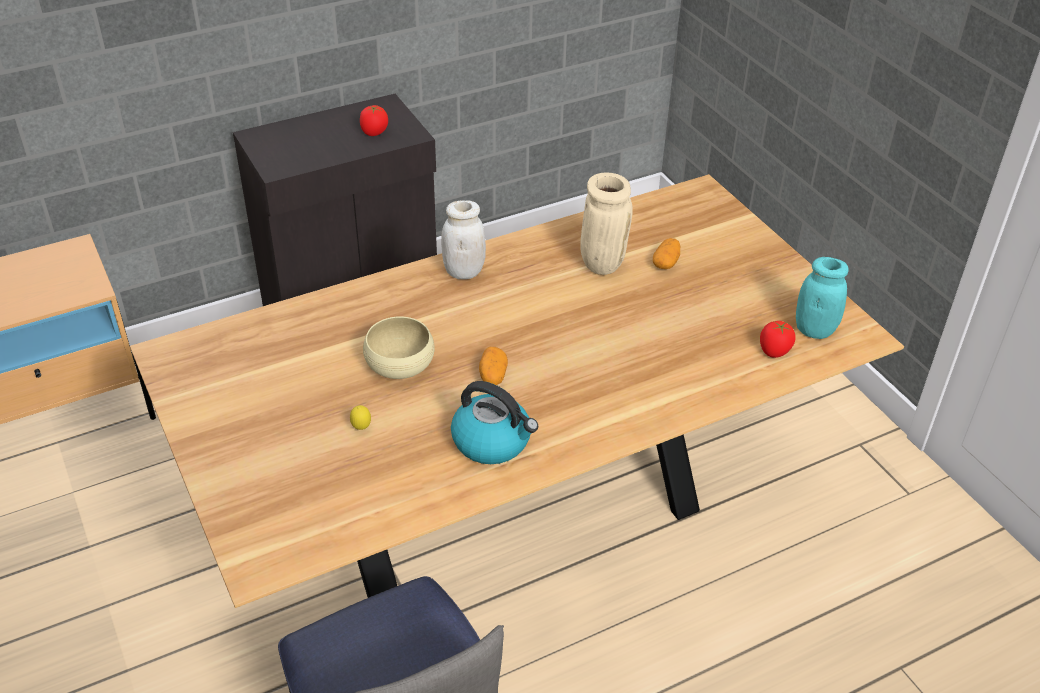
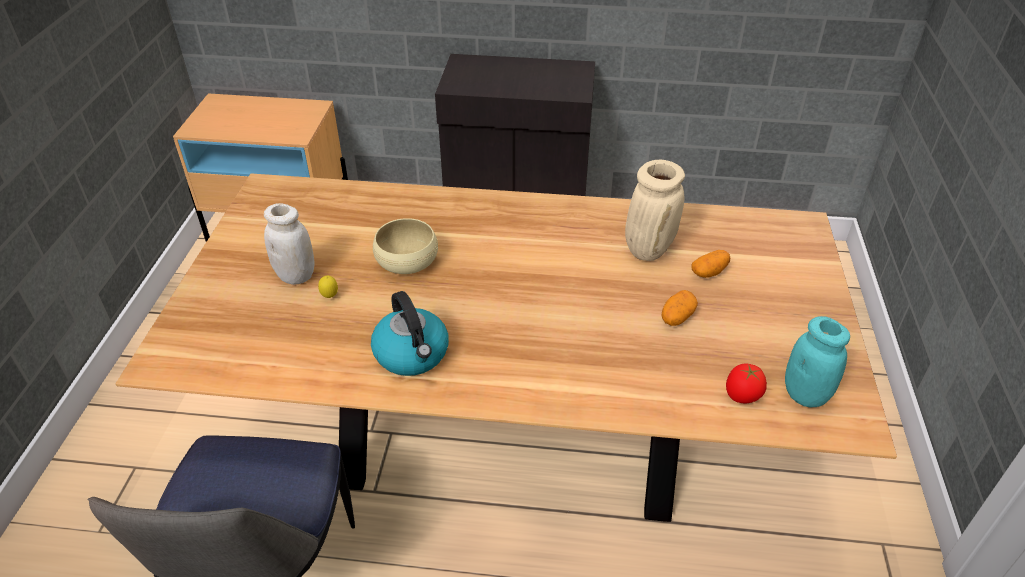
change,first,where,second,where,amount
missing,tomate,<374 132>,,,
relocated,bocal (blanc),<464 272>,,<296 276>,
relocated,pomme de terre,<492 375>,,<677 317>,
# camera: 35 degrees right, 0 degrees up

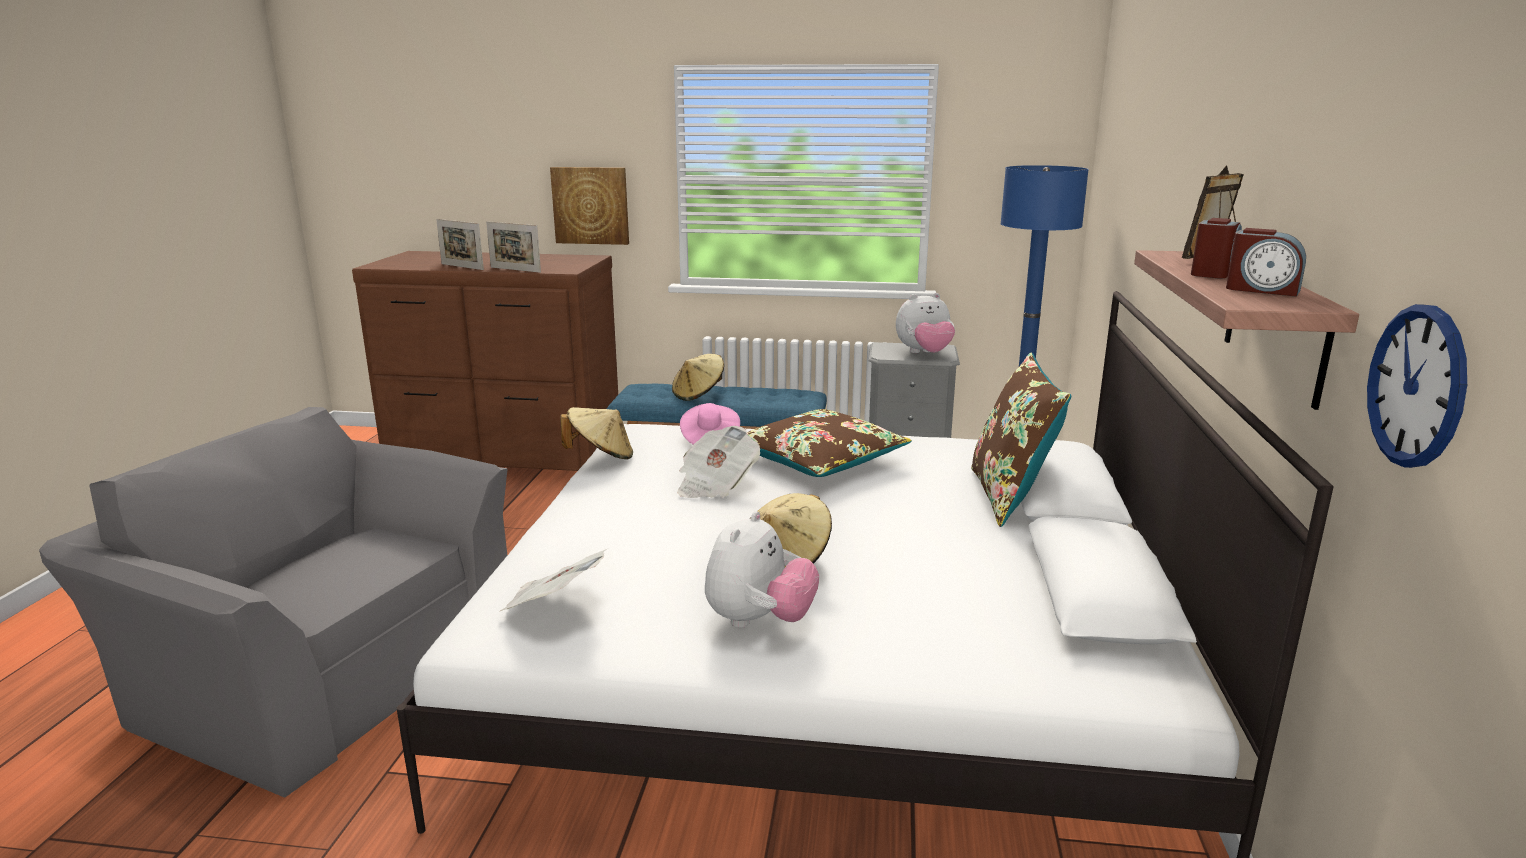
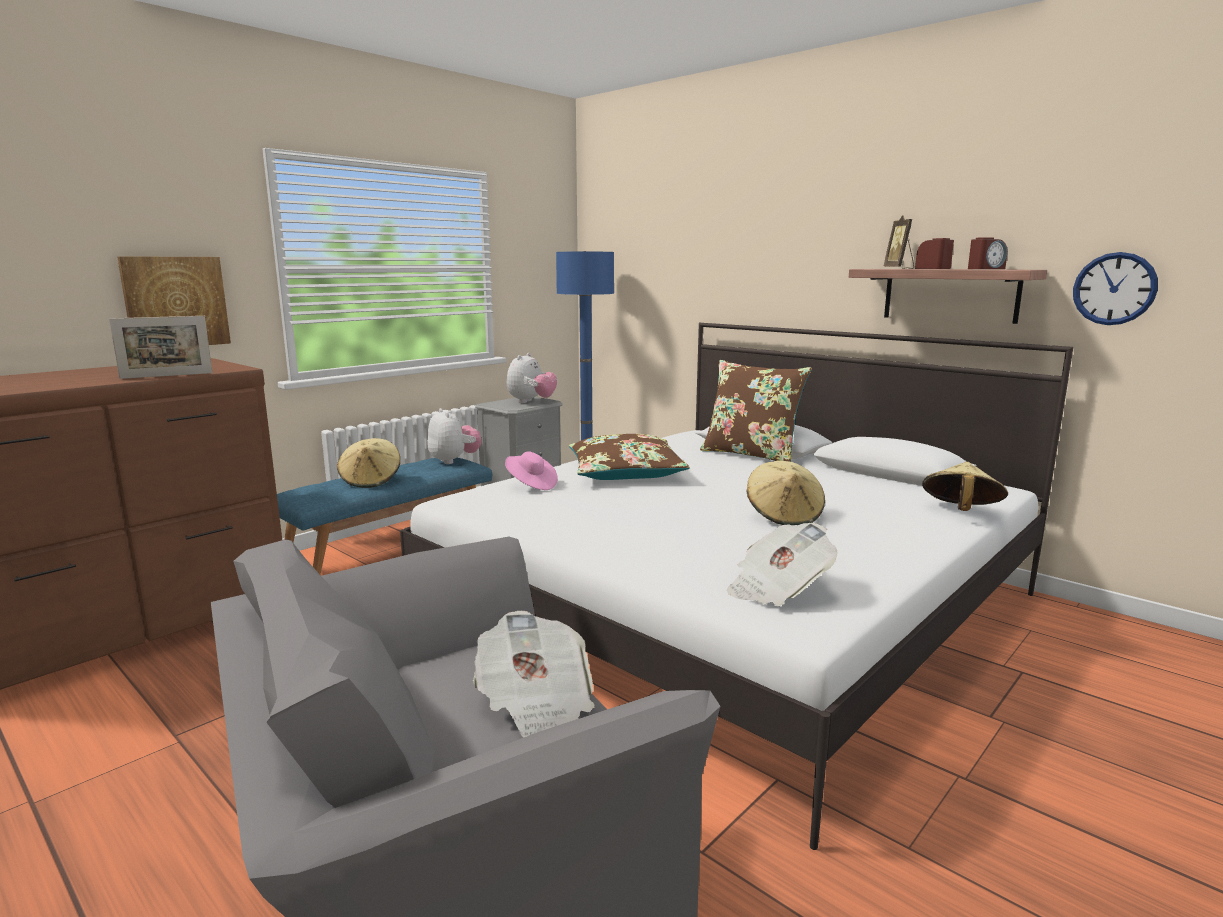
change,first,where,second,where,amount
missing,cadre photo,<462 267>,,,
relocated,chapeau (beige),<601 456>,,<960 512>,
relocated,journal,<715 485>,,<535 703>,
relocated,peluche,<759 621>,,<454 461>,
# camera: 55 degrees left, 5 degrees down

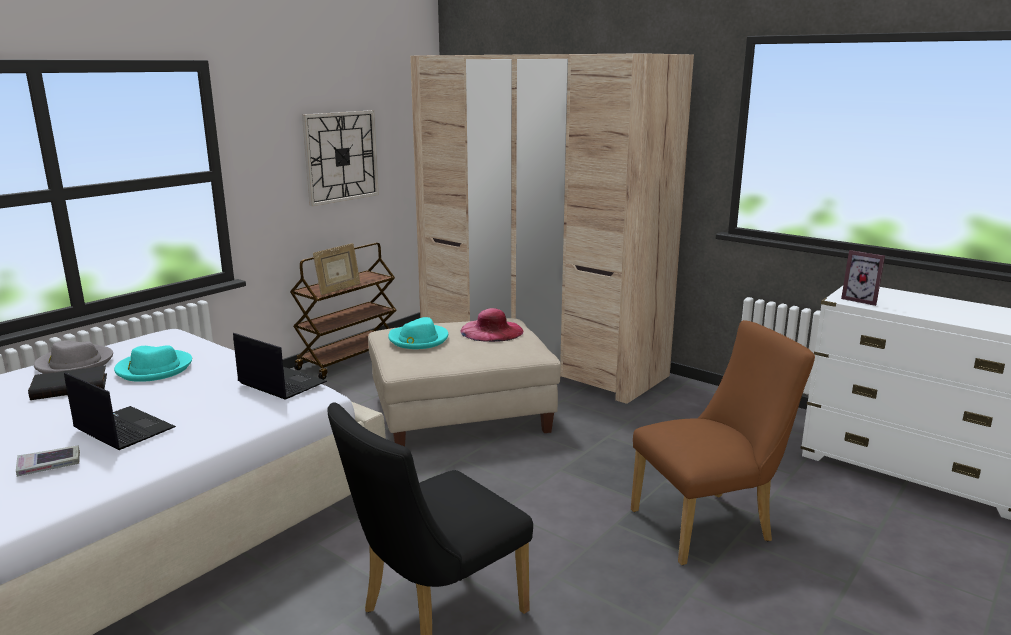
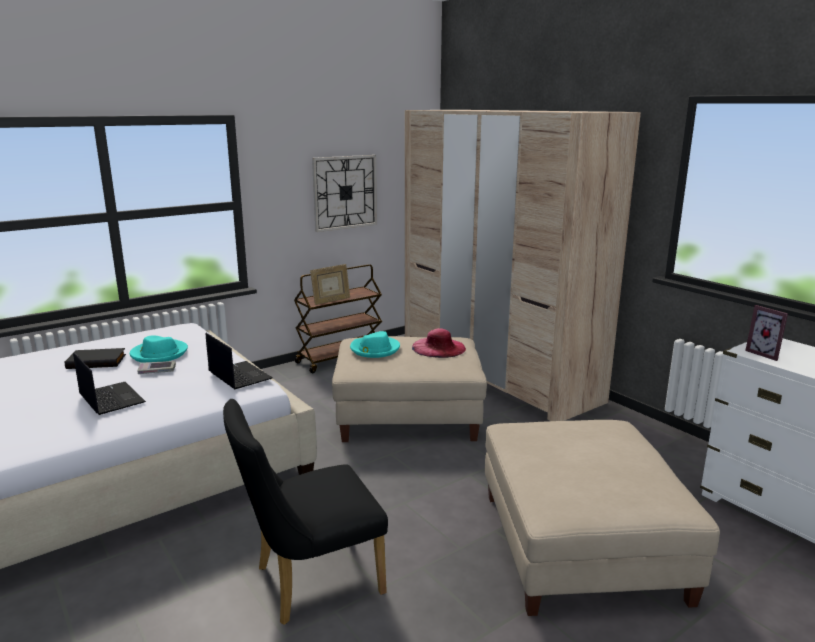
change,first,where,second,where,amount
relocated,livre,<49 465>,,<157 370>,
missing,chapeau (gris),<75 363>,,,
exchanged,chaise (marron),<709 525>,pouf (beige),<580 545>,
# camera: 15 degrees right, 0 degrees up

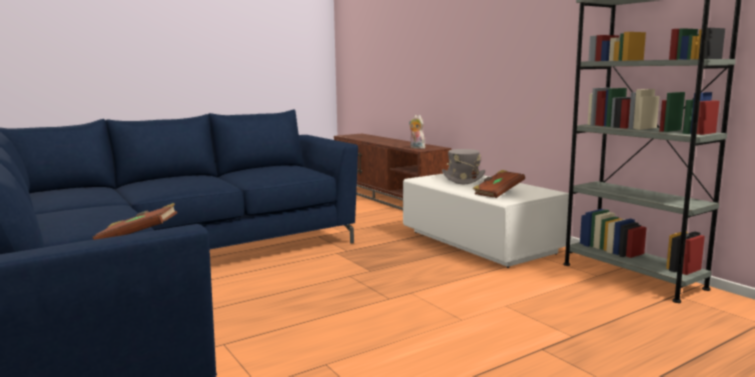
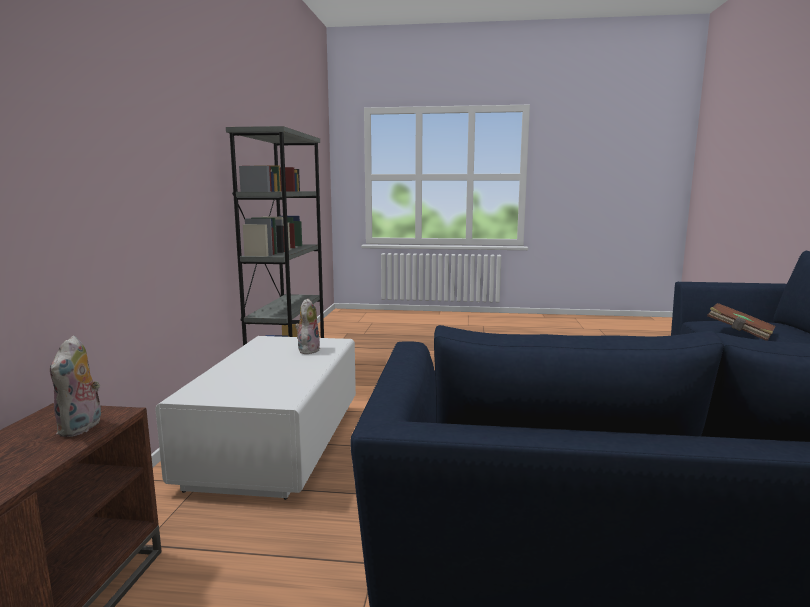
change,first,where,second,where,amount
missing,chapeau (gris),<463 179>,,,
exchanged,livre (marron),<498 193>,peluche,<308 350>,
# camera: 140 degrees left, 0 degrees up

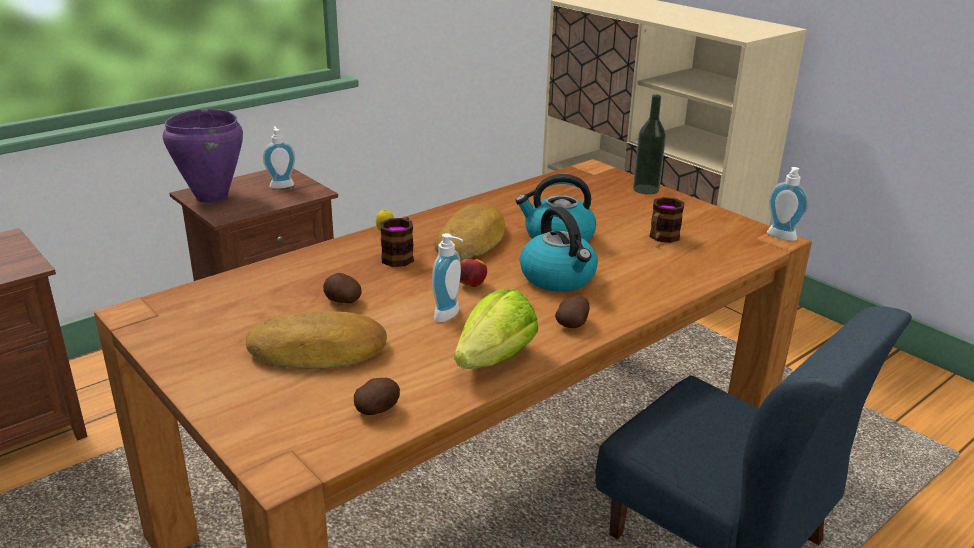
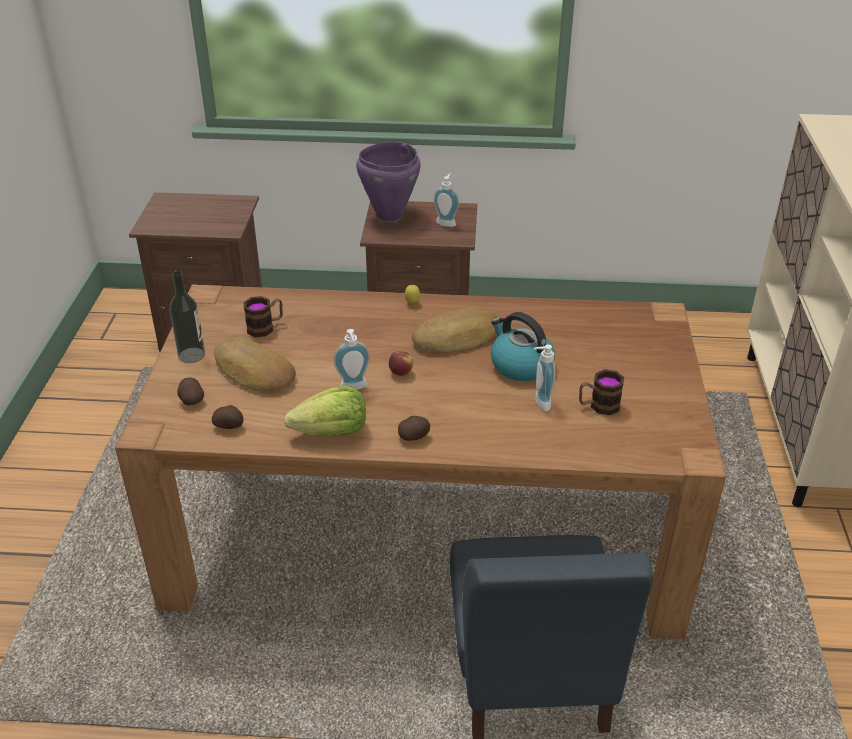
change,first,where,second,where,amount
relocated,pomme de terre,<342 301>,,<191 400>,
relocated,mug,<400 256>,,<265 327>,
missing,bouilloire,<559 278>,,,
relocated,bouteille,<646 189>,,<191 355>,
relocated,distributeur de savon,<780 237>,,<539 402>,
# camera: 45 degrees right, 10 degrees up

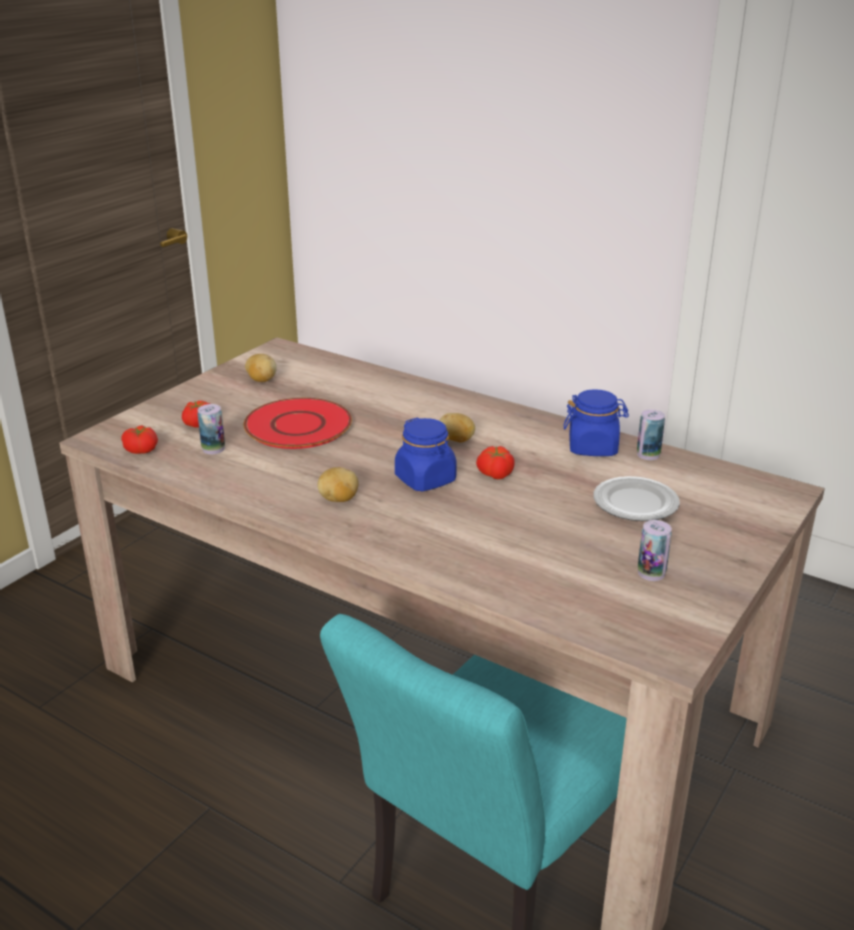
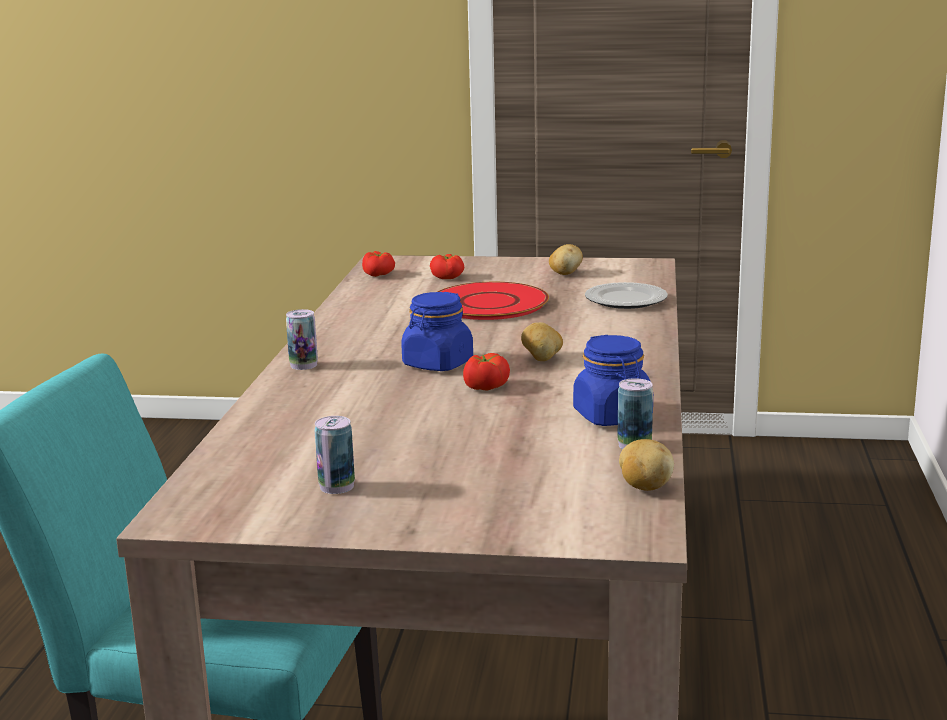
change,first,where,second,where,amount
relocated,boîte métallique,<213 449>,,<303 365>,
relocated,pomme de terre,<338 499>,,<644 487>,
relocated,assiette,<635 503>,,<626 300>,
# camera: 65 degrees right, 10 degrees down

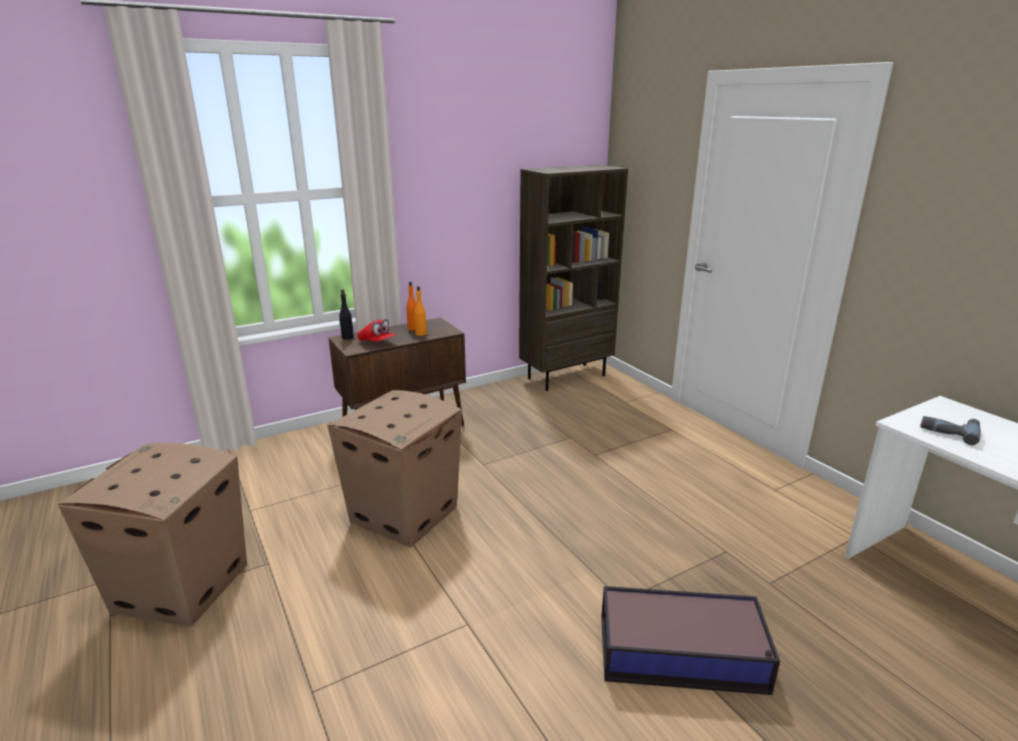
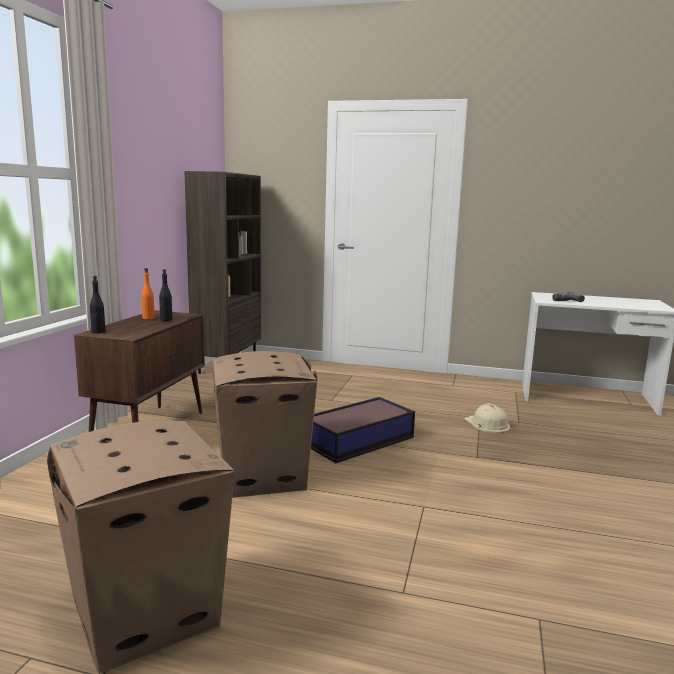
change,first,where,second,where,amount
missing,casquette (rouge),<377 342>,,,
colour,bouteille (orange),<420 334>,bouteille (noir),<166 319>,
relocated,boîte de rangement,<683 654>,,<360 440>,
appeared,,,casque de chantier (beige),<487 424>,
# camera: 45 degrees left, 10 degrees down

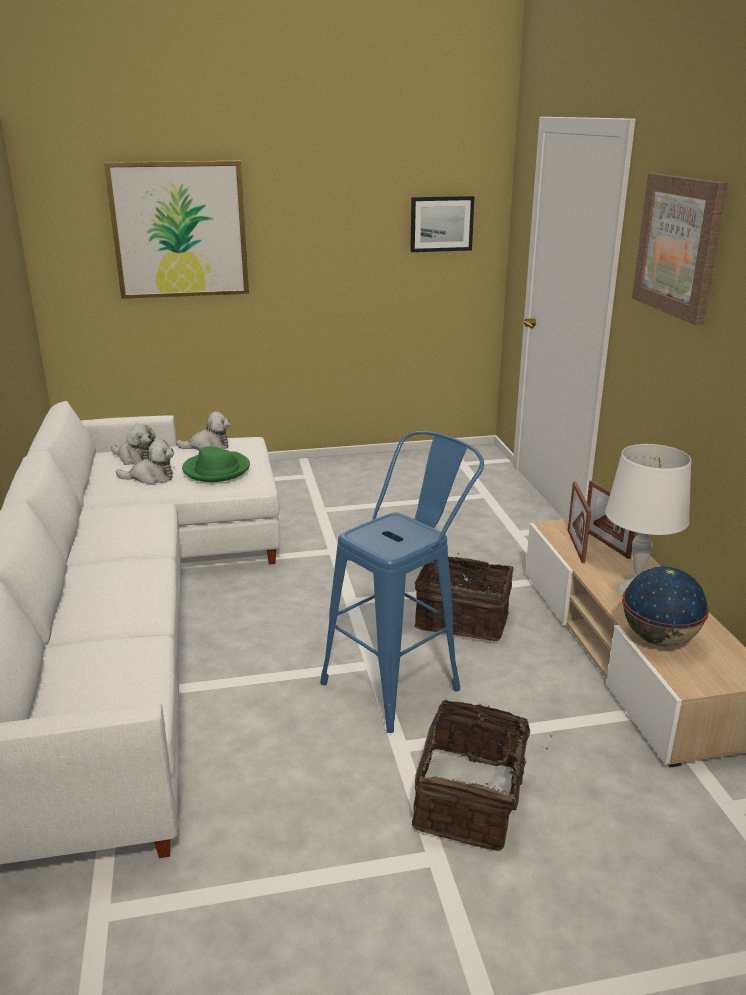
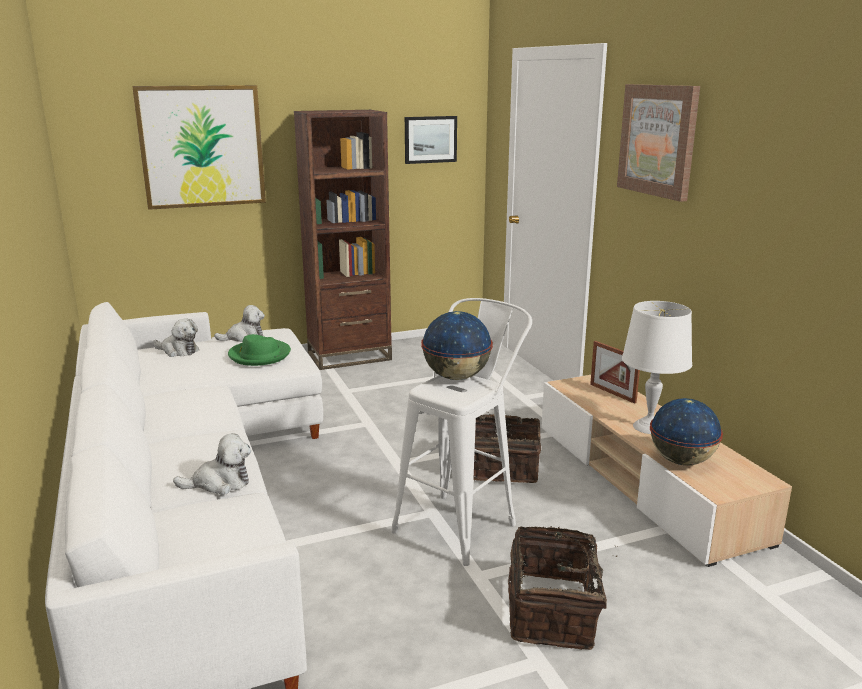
change,first,where,second,where,amount
relocated,peluche,<151 477>,,<220 483>,
colour,tabouret (bleu),<401 681>,tabouret (blanc),<462 523>,
missing,cadre photo,<575 546>,,,
appeared,,,bibliothèque (marron),<349 356>,
appeared,,,globe,<457 377>,
# camera: 10 degrees left, 5 degrees down

